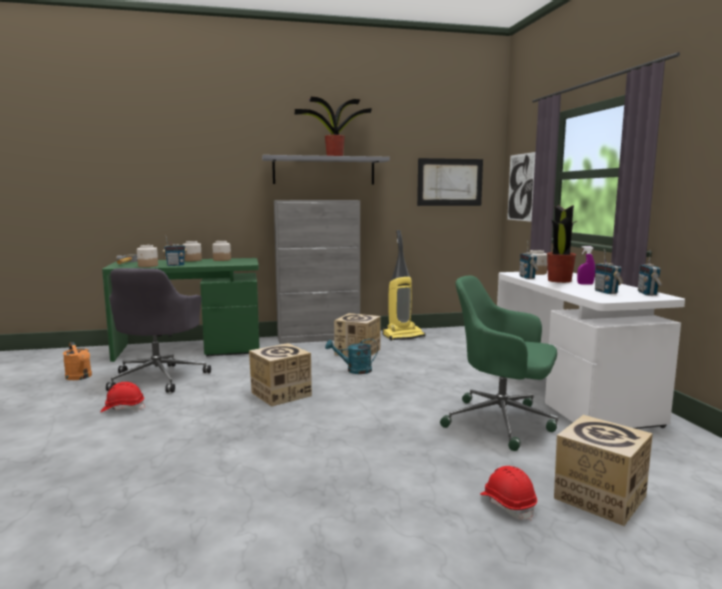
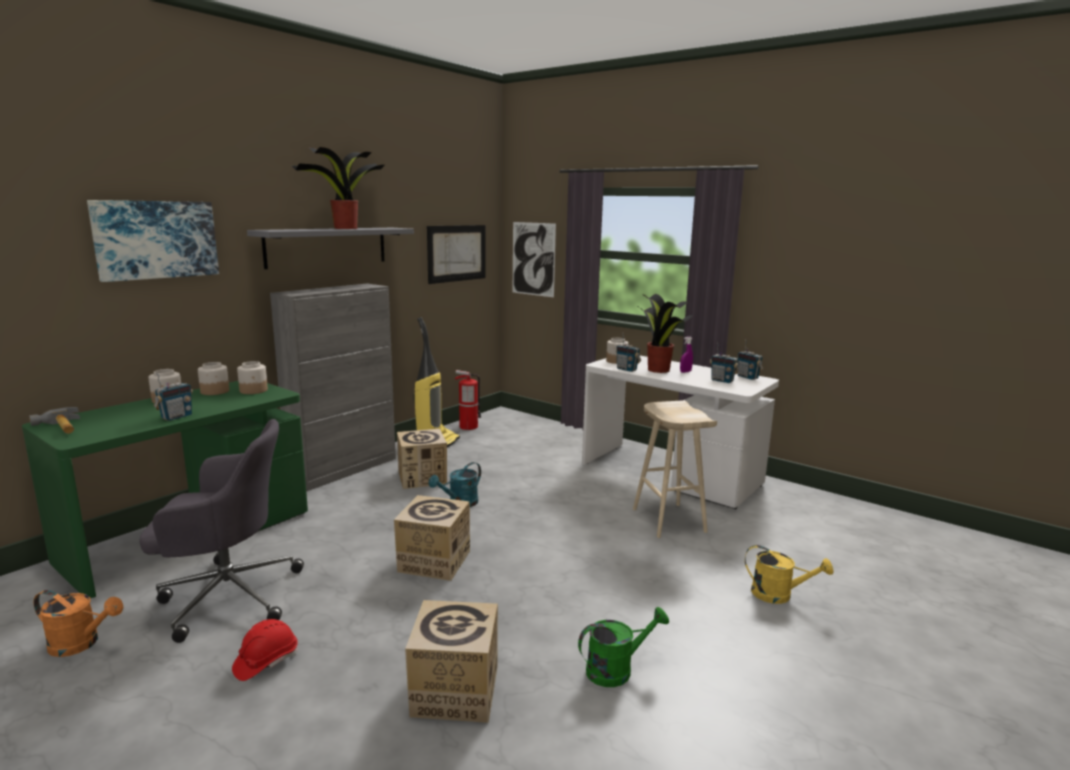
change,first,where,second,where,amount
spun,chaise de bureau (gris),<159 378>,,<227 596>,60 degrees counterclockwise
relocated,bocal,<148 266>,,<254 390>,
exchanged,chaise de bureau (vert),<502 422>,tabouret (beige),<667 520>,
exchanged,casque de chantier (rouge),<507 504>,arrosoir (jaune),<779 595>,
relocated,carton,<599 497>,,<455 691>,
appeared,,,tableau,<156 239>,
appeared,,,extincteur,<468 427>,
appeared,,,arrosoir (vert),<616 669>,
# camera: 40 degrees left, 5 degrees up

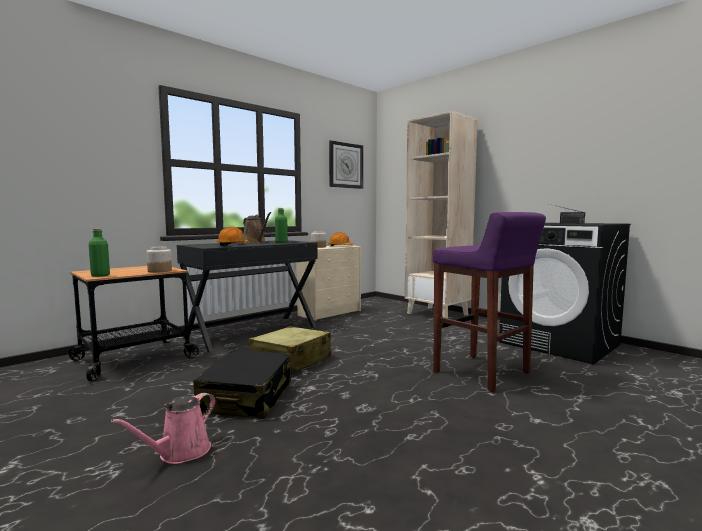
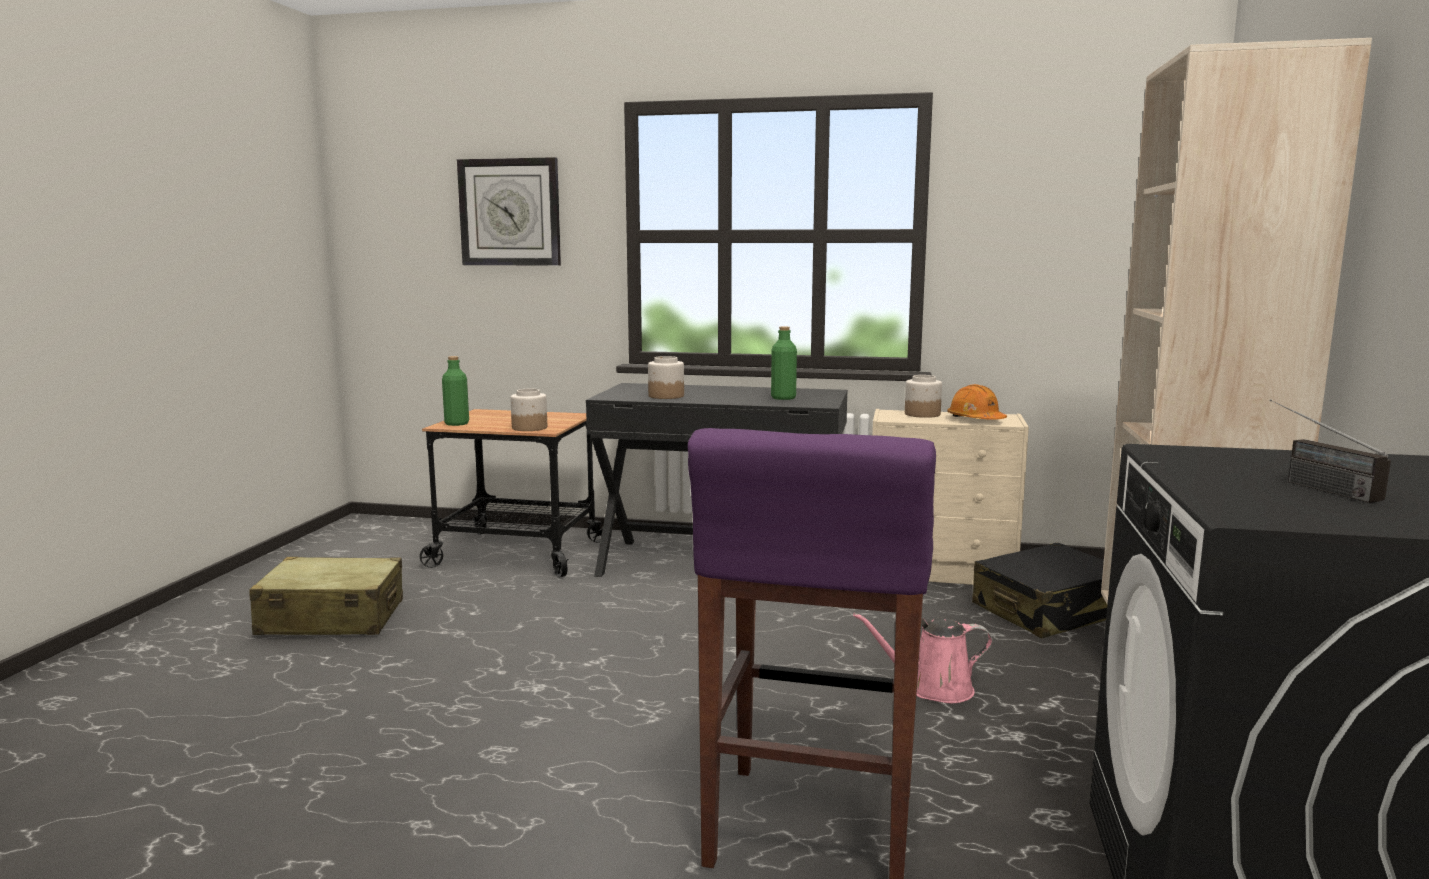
change,first,where,second,where,amount
relocated,arrosoir (rose),<180 453>,,<933 689>,
relocated,valise (noir),<247 397>,,<1049 611>,
exchanged,casque de chantier (orange),<232 245>,bocal,<666 396>,
missing,arrosoir (marron),<255 242>,,,
relocated,valise (beige),<290 361>,,<332 618>,
relocated,horloge murale,<345 165>,,<510 212>,
# camera: 55 degrees right, 5 degrees up

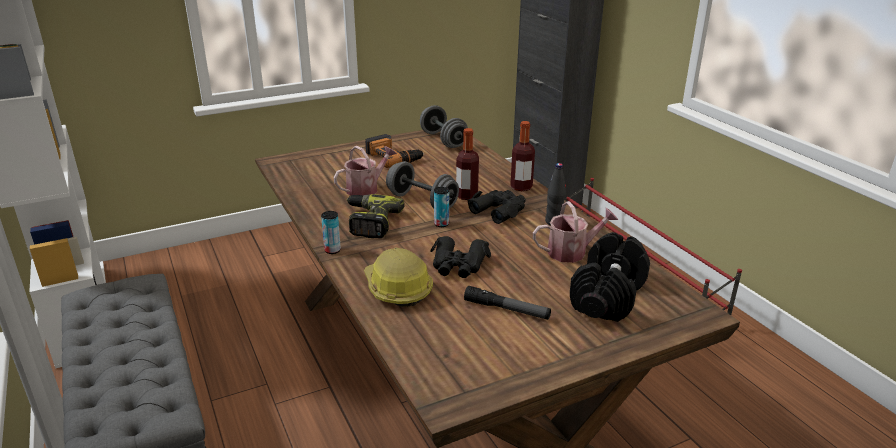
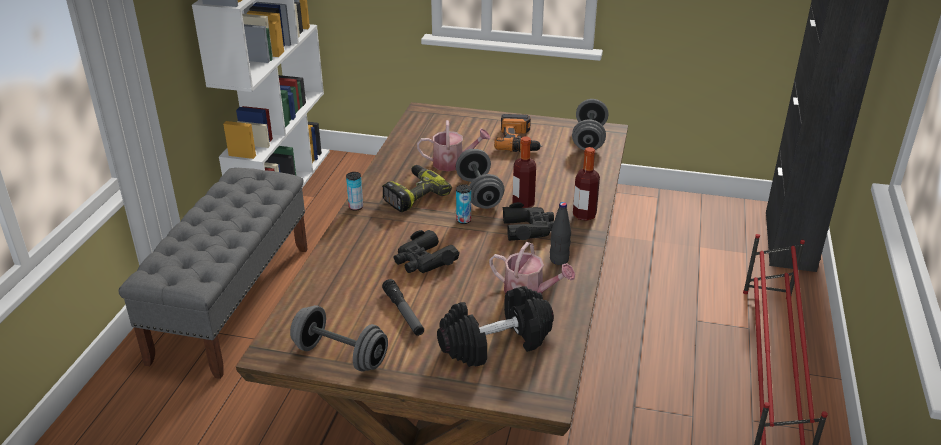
change,first,where,second,where,amount
missing,casque de chantier,<397 288>,,,
appeared,,,haltère (gris),<340 355>,
# camera: 40 degrees right, 5 degrees up

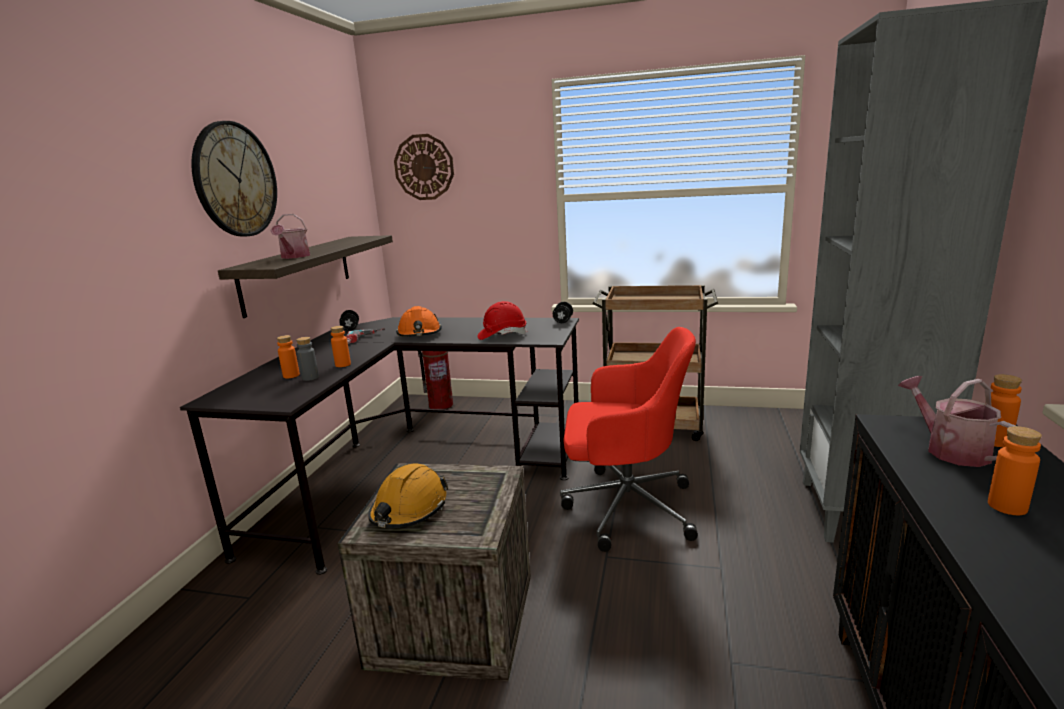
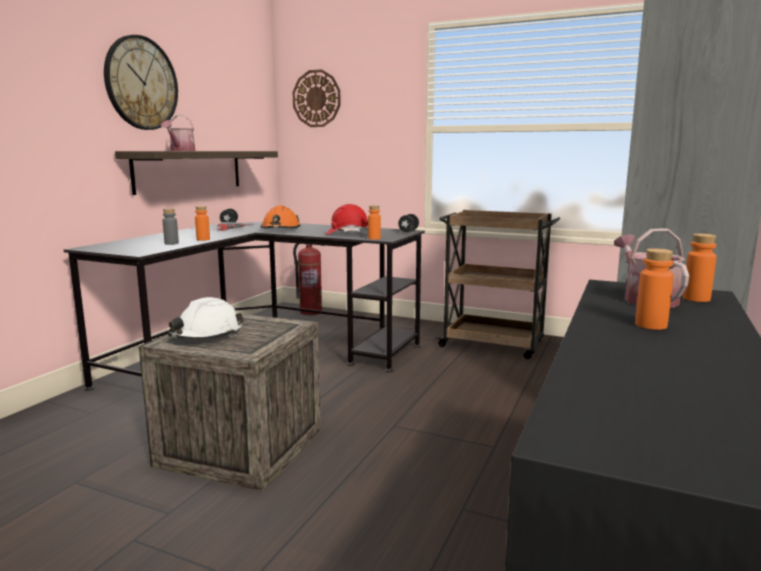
change,first,where,second,where,amount
relocated,bouteille (orange),<291 375>,,<374 238>,
colour,casque de chantier (orange),<409 510>,casque de chantier (blanc),<206 335>,
missing,chaise de bureau (rouge),<625 507>,,,
# camera: 10 degrees right, 5 degrees down

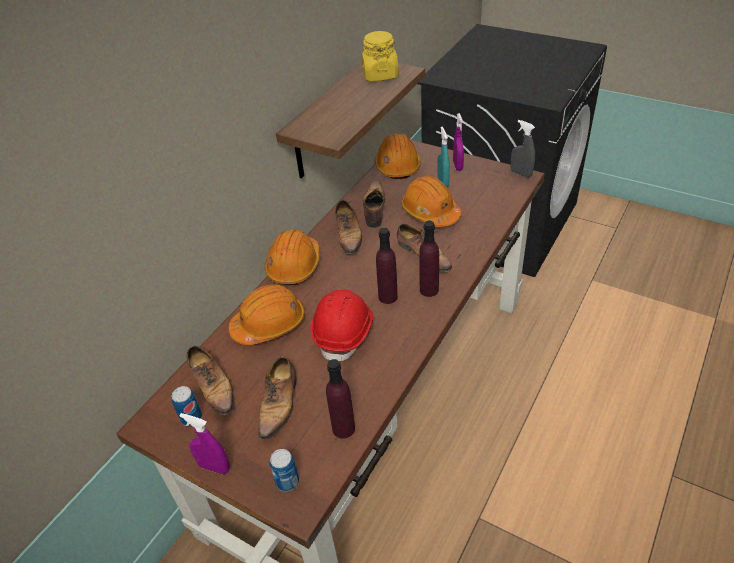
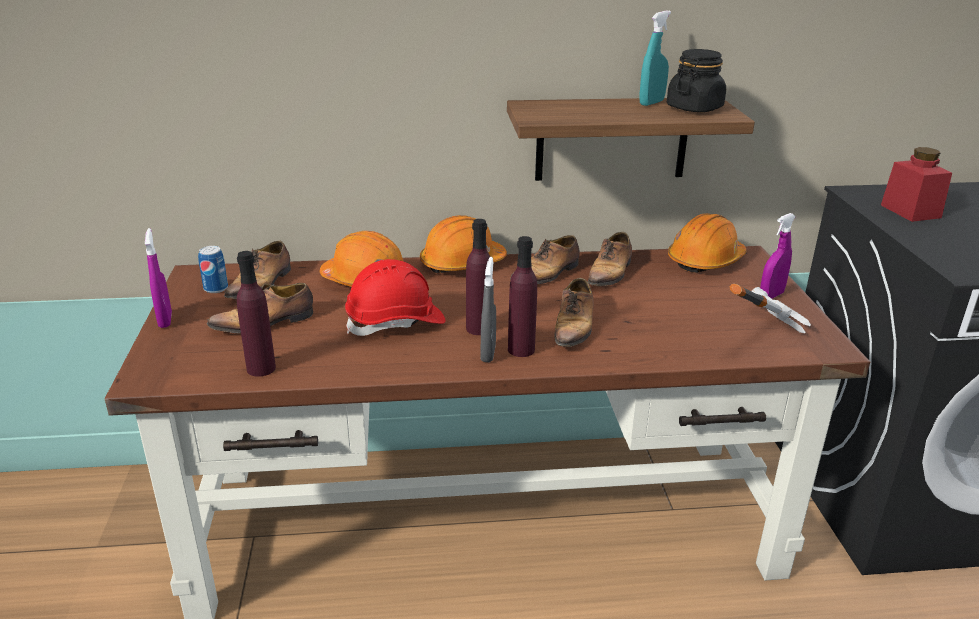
change,first,where,second,where,amount
missing,boîte métallique,<287 481>,,,
colour,bocal (jaune),<380 75>,bocal (noir),<694 108>,
spun,chaussure,<374 209>,,<610 273>,150 degrees clockwise
missing,casque de chantier (orange),<430 212>,,,
relocated,vaporisateur (turquoise),<443 182>,,<651 103>,
relocated,vaporisateur (gris),<521 174>,,<488 353>,
appeared,,,marteau,<747 332>,
appeared,,,bocal (rouge),<910 211>,
# camera: 50 degrees right, 15 degrees down

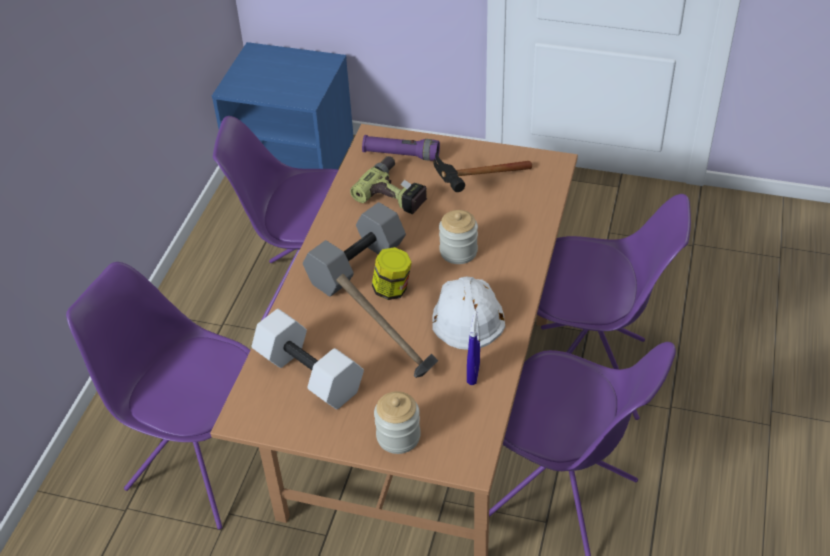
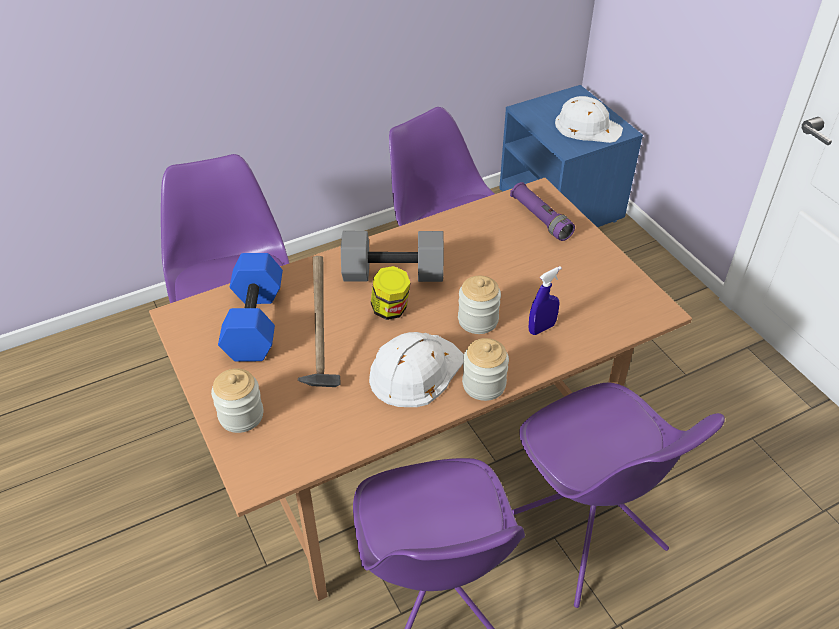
change,first,where,second,where,amount
colour,haltère (blanc),<311 373>,haltère (bleu),<256 323>,
missing,perceuse,<396 192>,,,
missing,marteau,<474 187>,,,
relocated,vaporisateur (bleu),<473 374>,,<541 328>,
appeared,,,bocal,<484 384>,
appeared,,,casque de chantier (blanc),<587 126>,
# camera: 45 degrees right, 0 degrees up

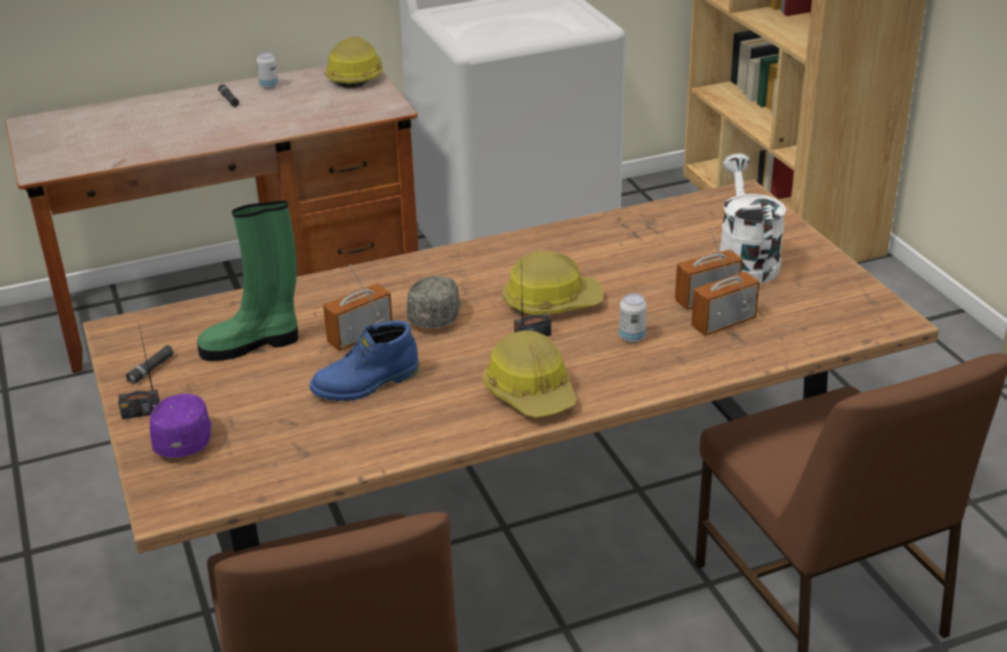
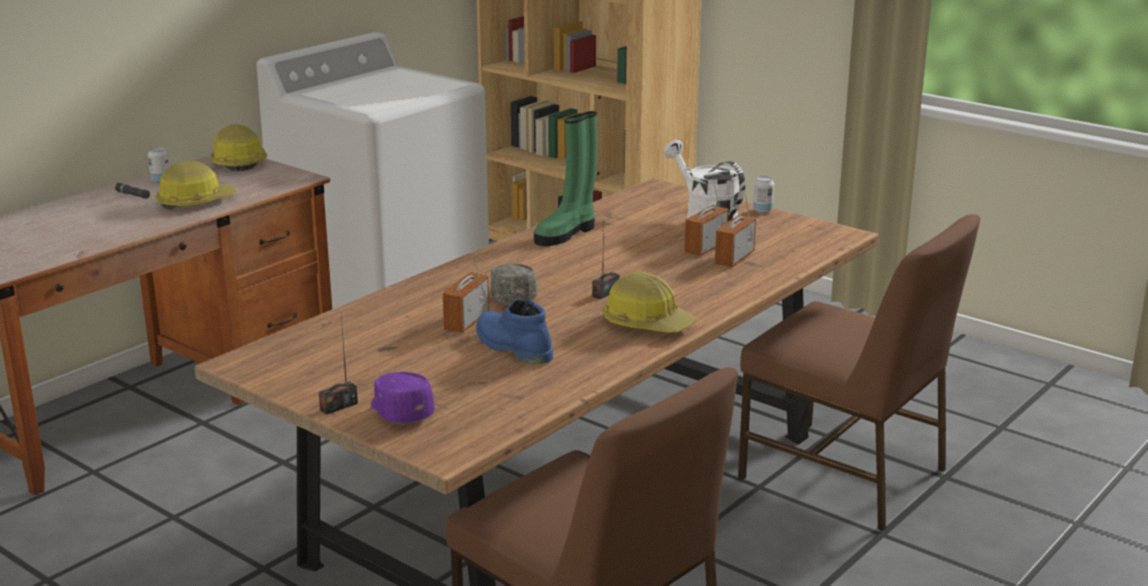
change,first,where,second,where,amount
missing,lampe de poche (noir),<151 369>,,,
relocated,botte (vert),<253 344>,,<566 234>,
spun,botte (bleu),<366 384>,,<512 347>,105 degrees clockwise
relocated,casque de chantier,<551 302>,,<195 202>,
relocated,boîte métallique,<632 337>,,<762 210>,
# camera: 30 degrees left, 10 degrees down

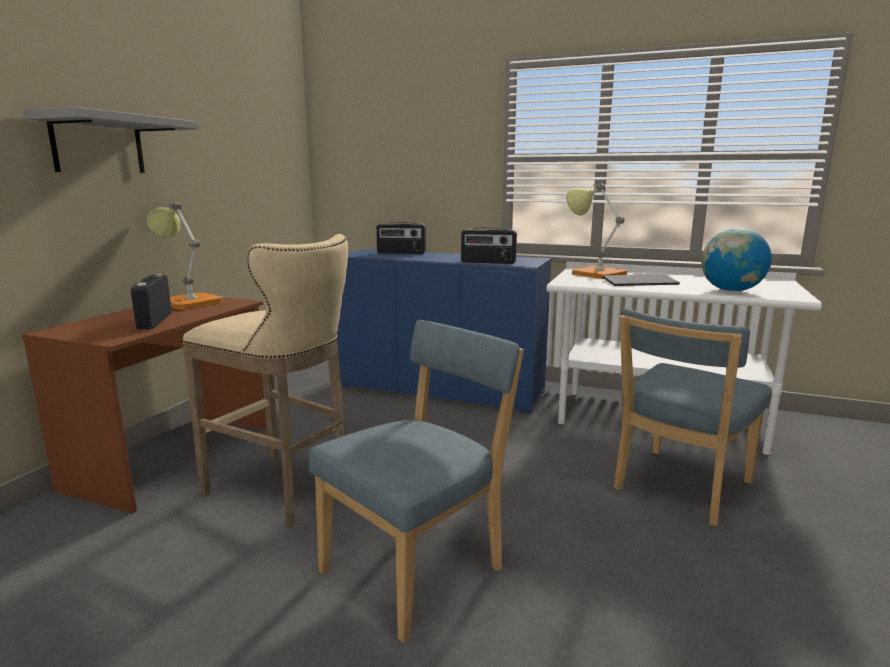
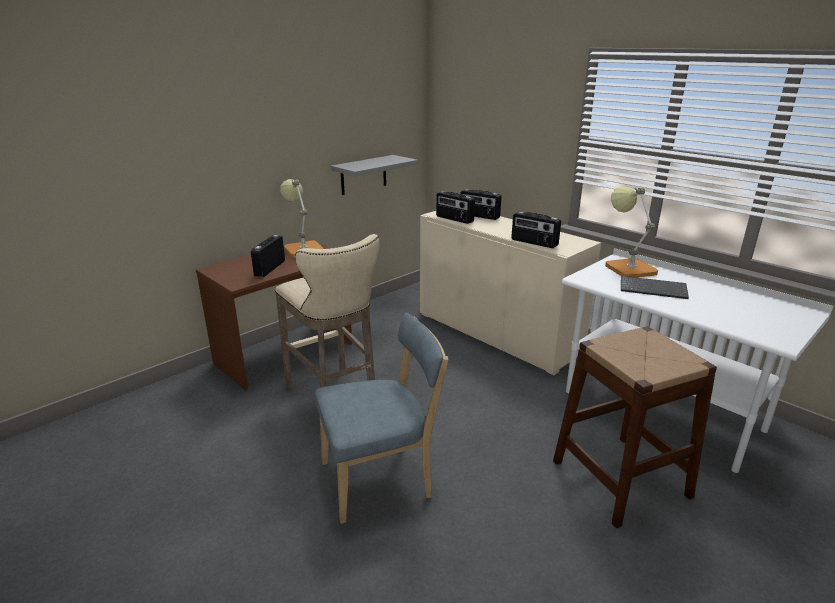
change,first,where,second,where,amount
relocated,étagère (gris),<98 145>,,<363 175>,
colour,meuble de rangement (bleu),<440 388>,meuble de rangement (beige),<496 333>,
exchanged,chaise (bleu),<678 488>,tabouret (marron),<620 478>,
missing,globe,<731 290>,,,
appeared,,,radio,<454 219>,
# camera: 25 degrees right, 10 degrees up

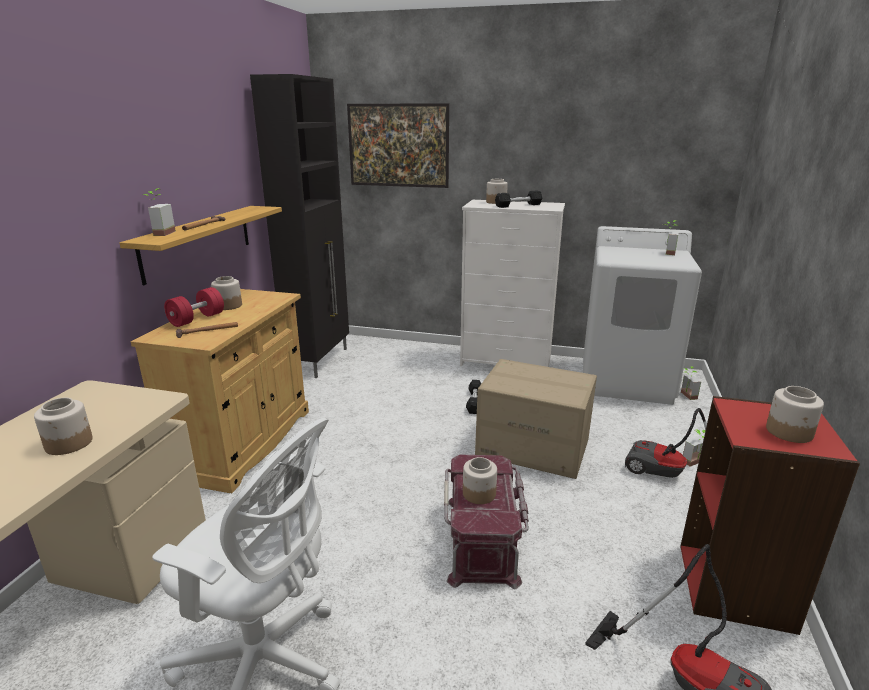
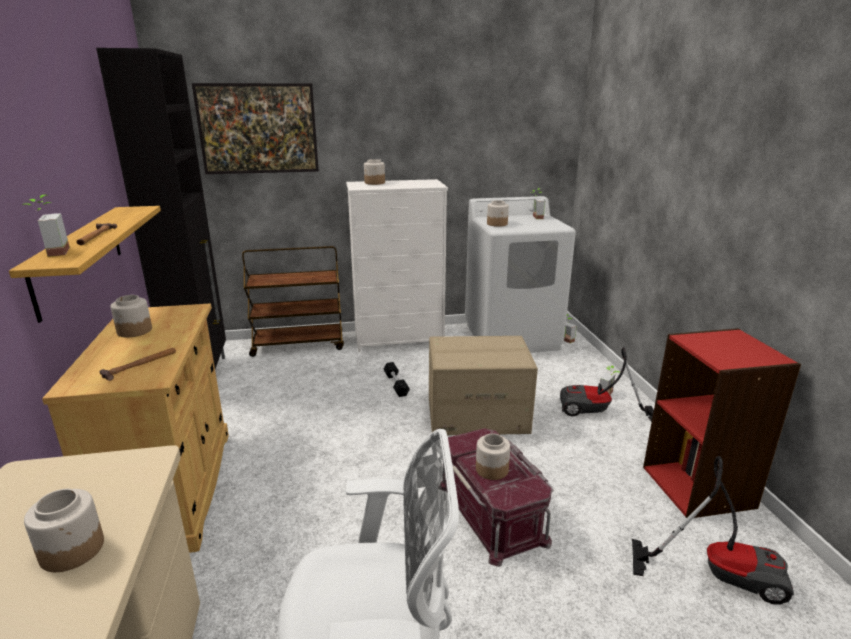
change,first,where,second,where,amount
missing,haltère (rouge),<197 319>,,,
missing,haltère (noir),<518 205>,,,
relocated,bocal,<789 432>,,<497 224>,
appeared,,,chariot (marron),<299 345>,
# camera: 25 degrees left, 0 degrees up

